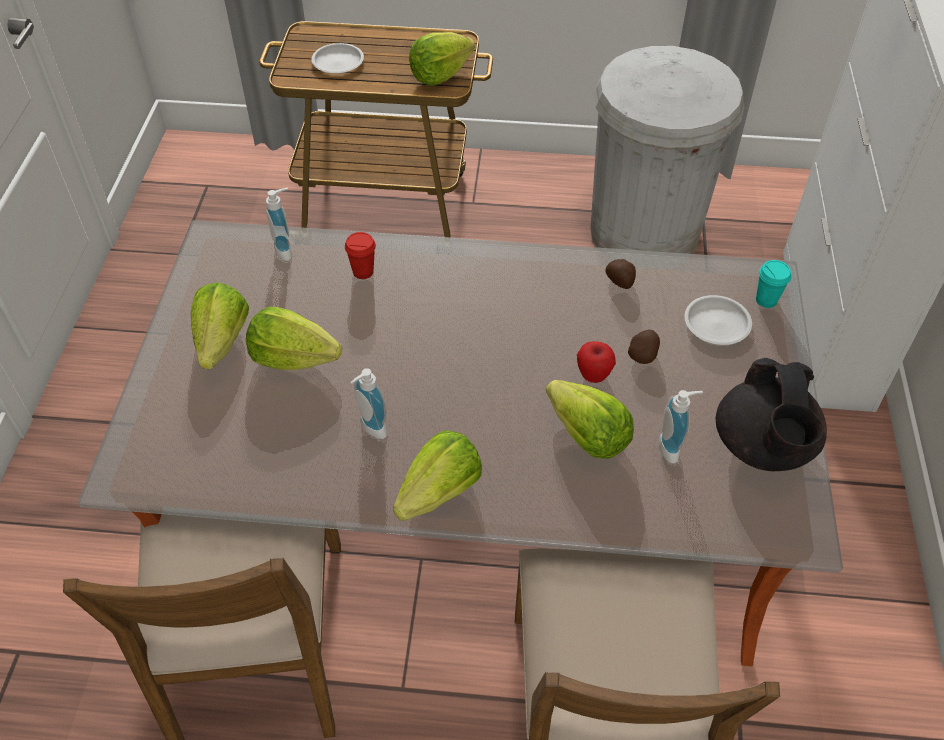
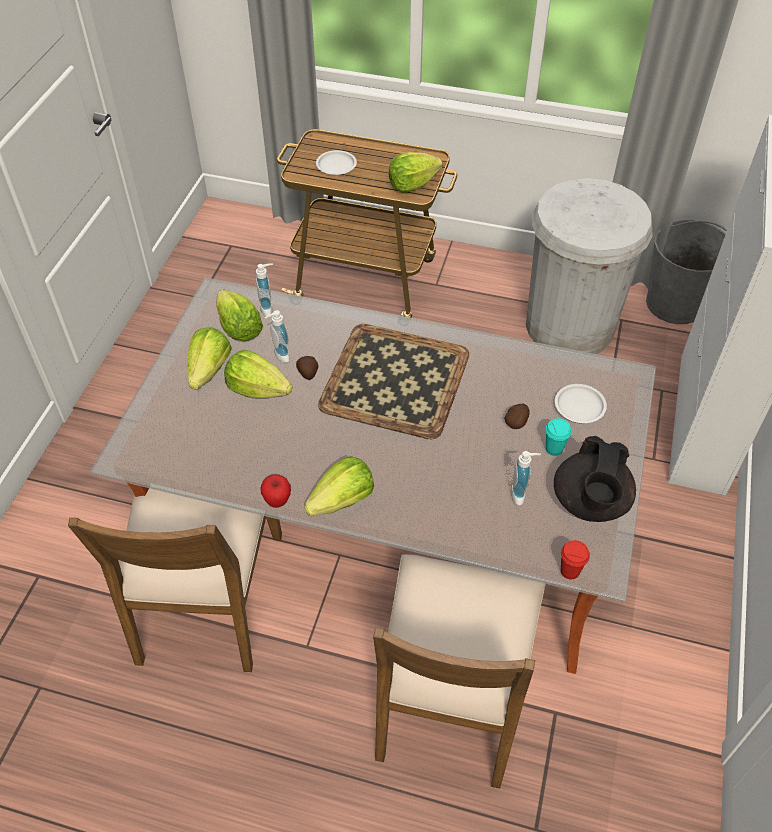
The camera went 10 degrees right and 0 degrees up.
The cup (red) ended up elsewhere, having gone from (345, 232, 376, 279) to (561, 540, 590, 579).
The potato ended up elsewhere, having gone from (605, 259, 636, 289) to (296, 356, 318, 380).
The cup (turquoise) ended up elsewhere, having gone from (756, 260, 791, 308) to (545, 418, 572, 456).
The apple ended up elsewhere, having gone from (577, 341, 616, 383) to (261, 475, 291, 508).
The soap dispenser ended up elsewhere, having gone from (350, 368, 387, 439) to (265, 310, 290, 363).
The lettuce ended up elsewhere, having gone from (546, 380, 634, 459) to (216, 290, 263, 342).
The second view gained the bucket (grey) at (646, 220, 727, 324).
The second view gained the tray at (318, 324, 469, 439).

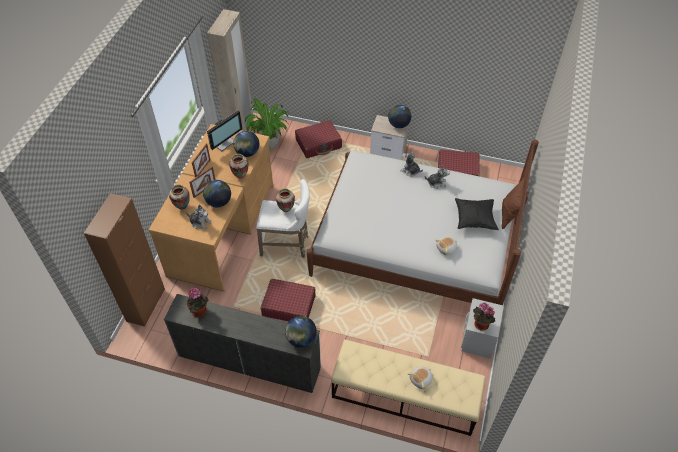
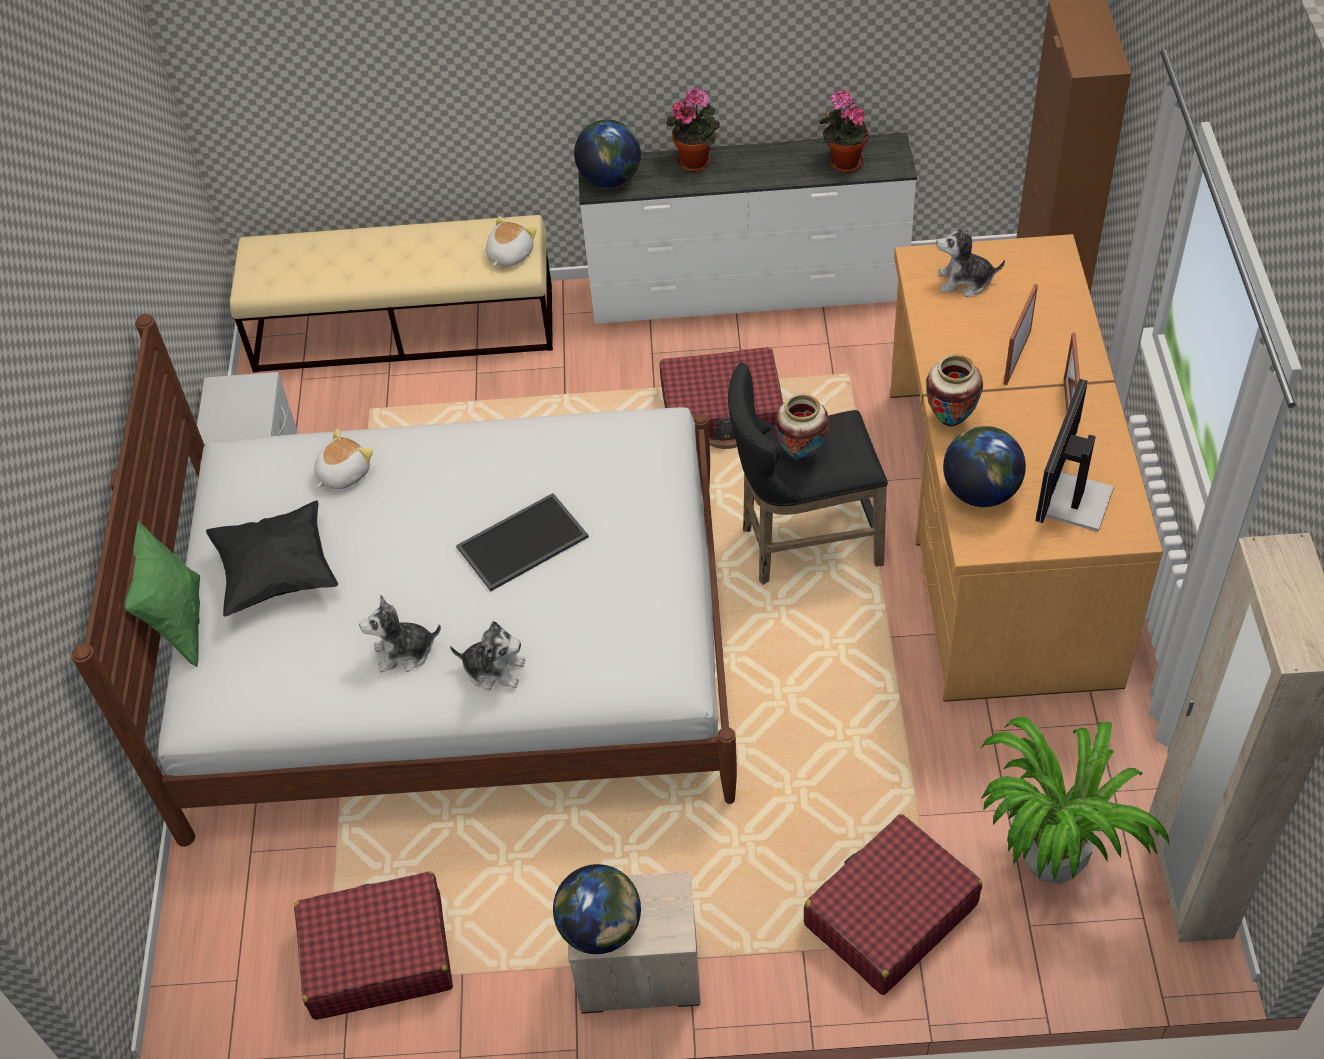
The camera went 165 degrees right and 0 degrees up.
What was the pillow (brown) at (502, 178, 525, 230) turned into the pillow (green) at (125, 520, 200, 667).
What was the stool (white) at (256, 179, 310, 258) turned into the stool (black) at (728, 363, 888, 585).
The second view lost the globe at (203, 180, 231, 207).
The second view lost the vase at (169, 185, 190, 210).
The potted plant ended up elsewhere, having gone from (473, 303, 495, 331) to (666, 88, 720, 172).
The plush toy ended up elsewhere, having gone from (408, 367, 433, 389) to (486, 216, 537, 267).
The second view gained the tray at (456, 493, 589, 591).

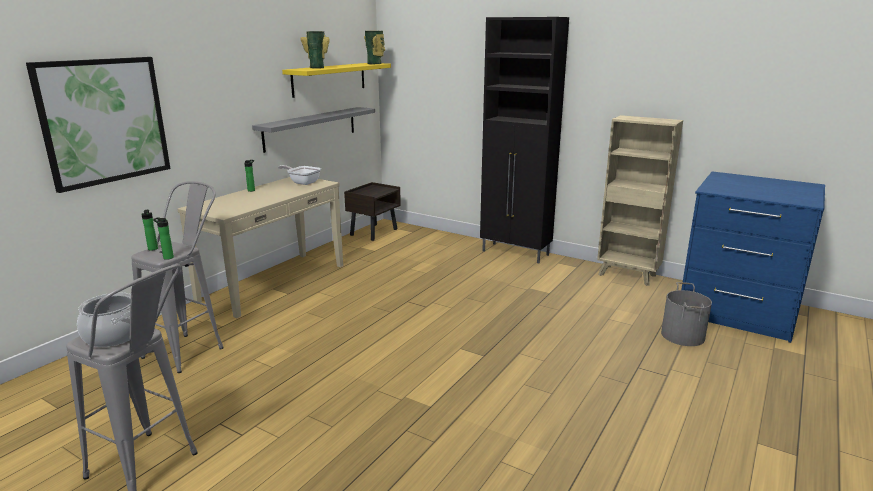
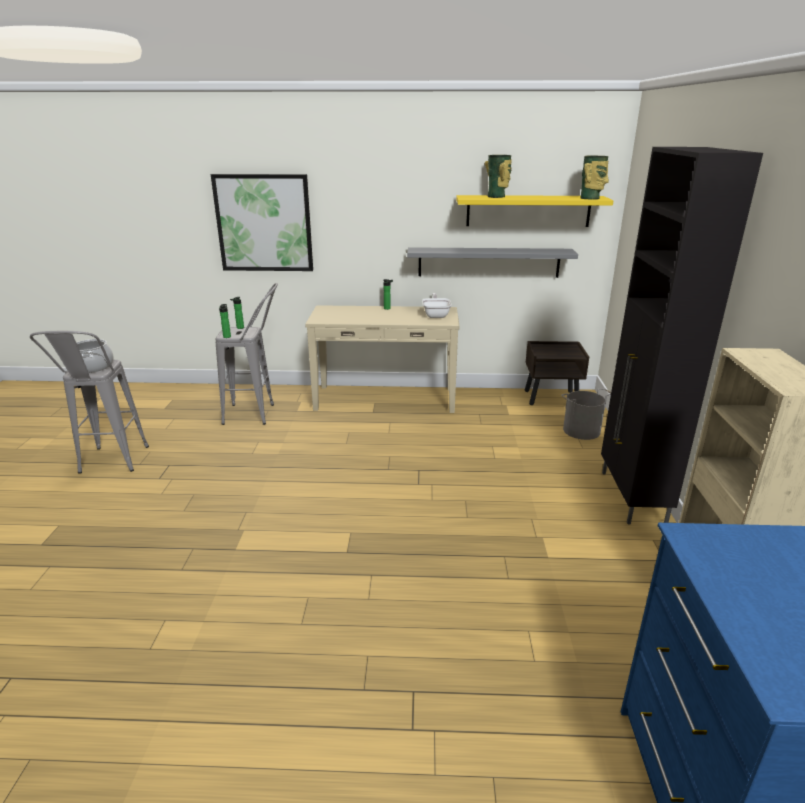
The camera went 60 degrees right and 5 degrees up.
The bucket (grey) ended up elsewhere, having gone from (661, 282, 712, 346) to (561, 388, 611, 440).

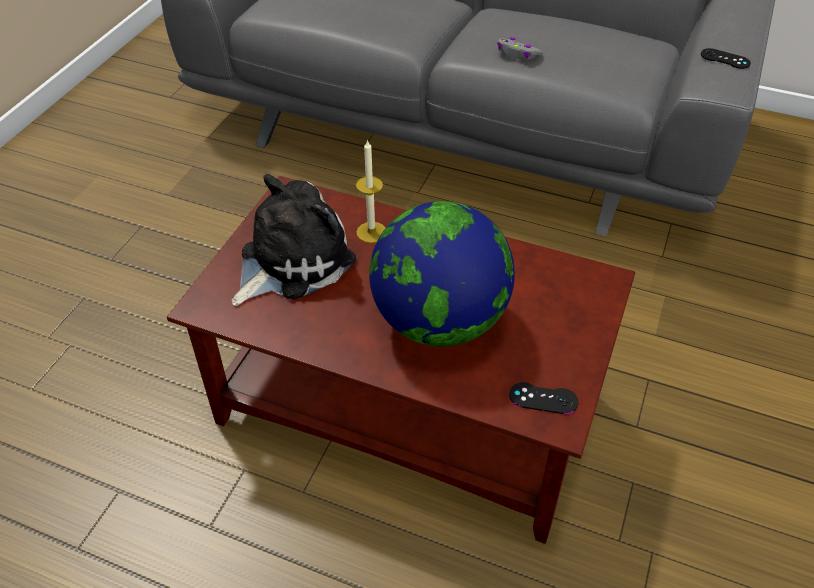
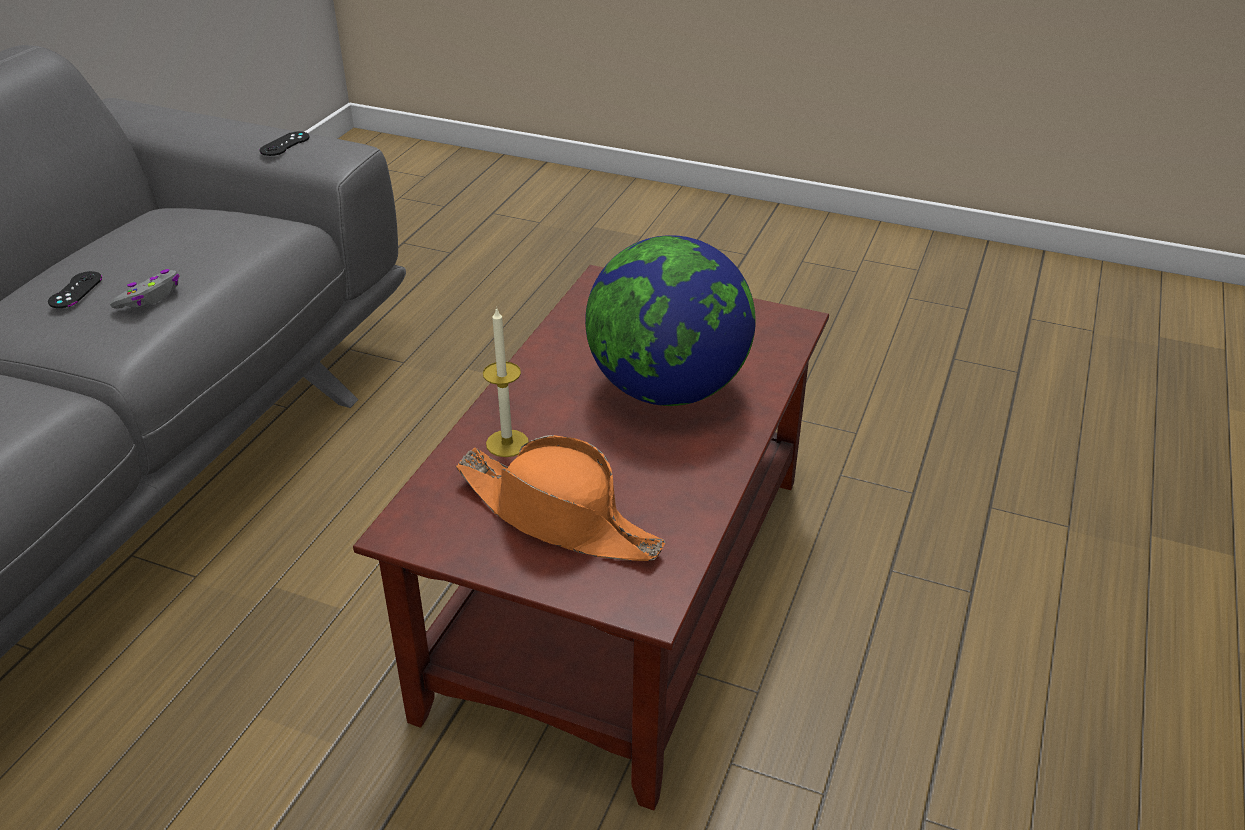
The camera went 90 degrees left and 10 degrees down.
Where the plush toy stood at (232, 174, 356, 306), the hat (orange) came to stand at (455, 435, 665, 561).
The game controller (black) ended up elsewhere, having gone from (509, 382, 578, 414) to (48, 271, 102, 308).

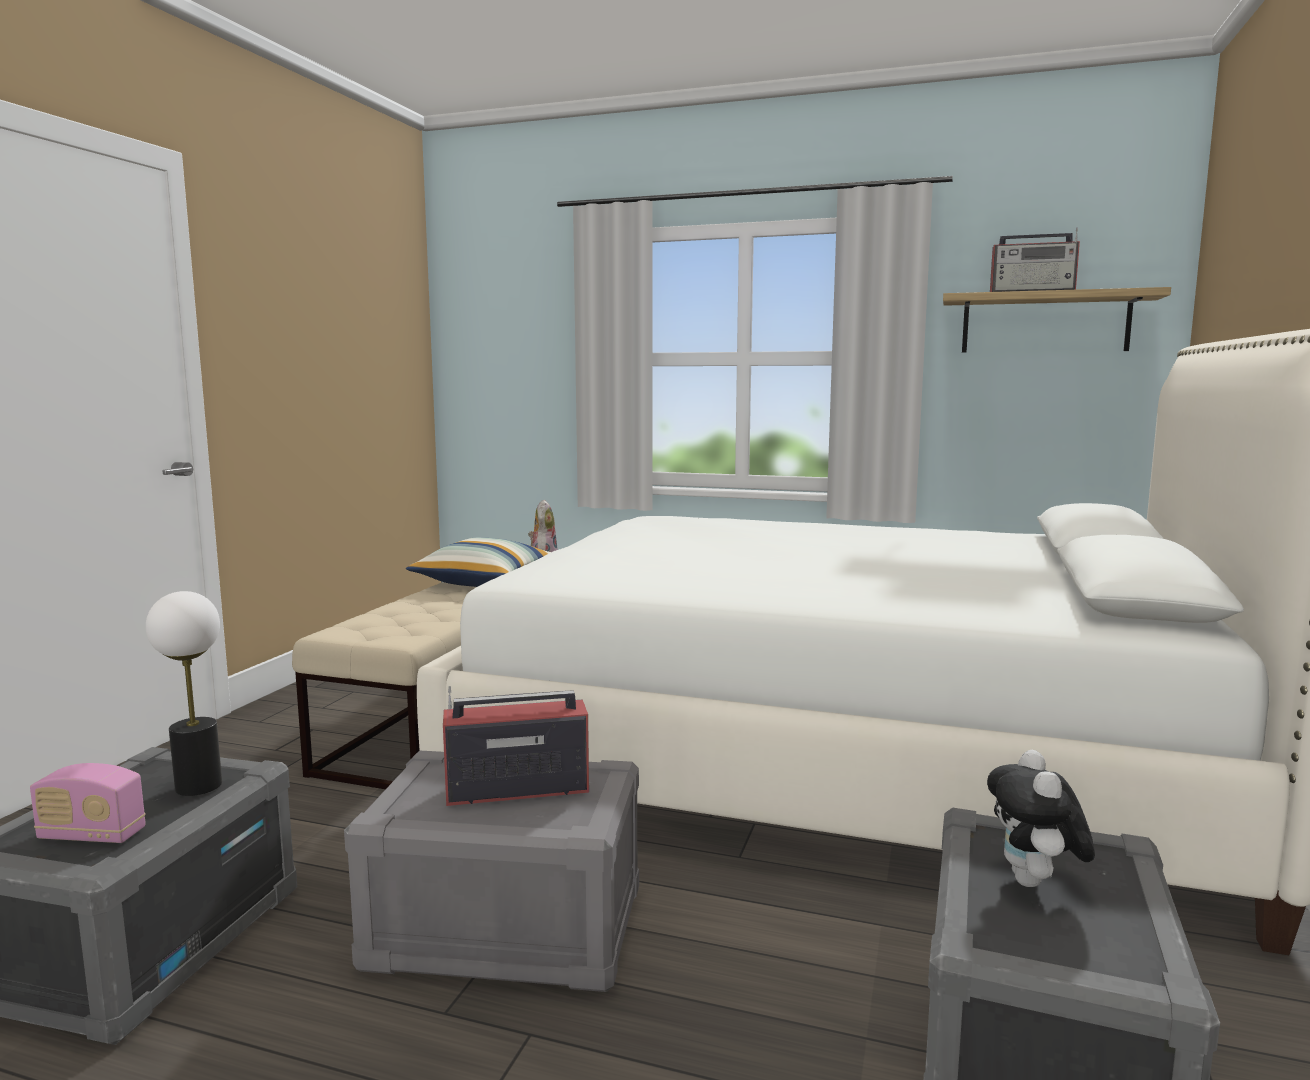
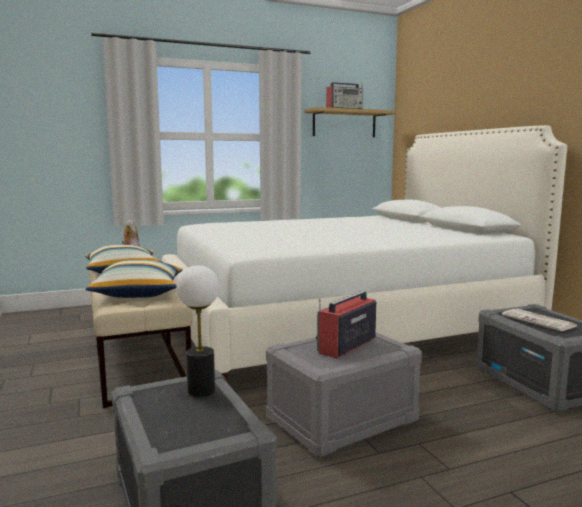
The camera went 40 degrees left and 0 degrees up.
Where the plush toy stood at (987, 750, 1095, 887), the newspaper came to stand at (502, 309, 577, 331).
The second view lost the radio at (30, 763, 146, 843).
The second view gained the pillow at (85, 260, 183, 298).

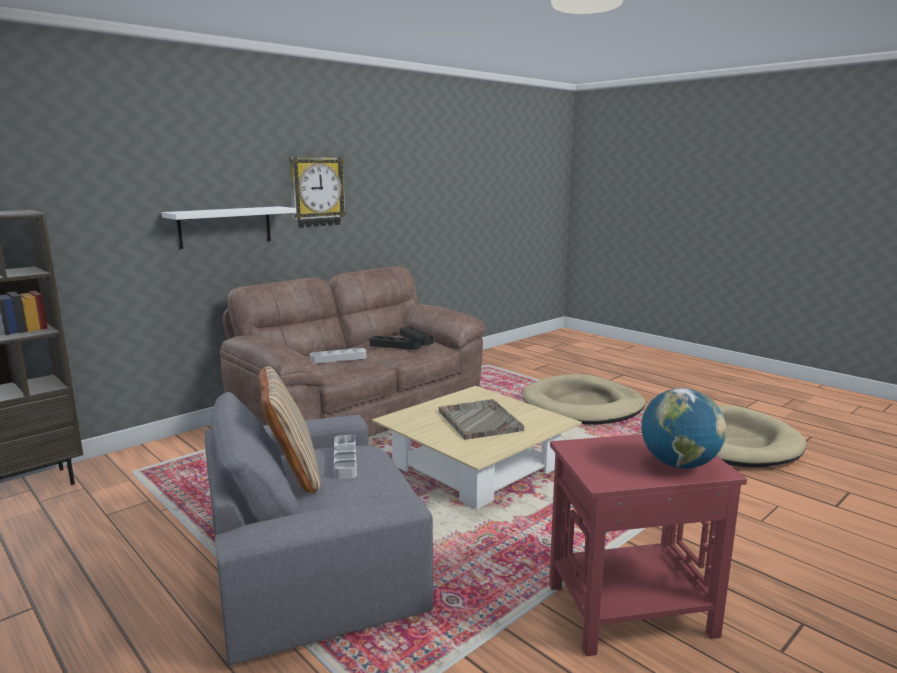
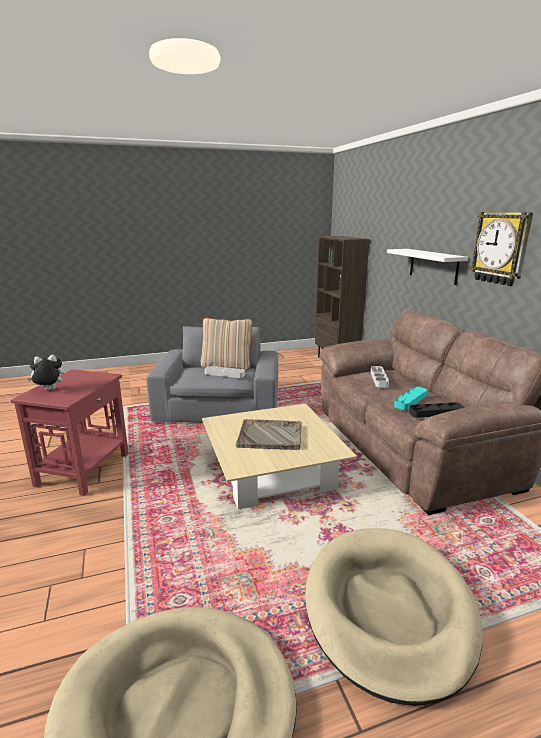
The camera went 115 degrees right and 5 degrees up.
What was the tray (black) at (369, 336, 421, 350) turned into the tray (turquoise) at (394, 386, 427, 410).
Where the globe stood at (641, 388, 726, 469), the plush toy came to stand at (27, 355, 64, 390).

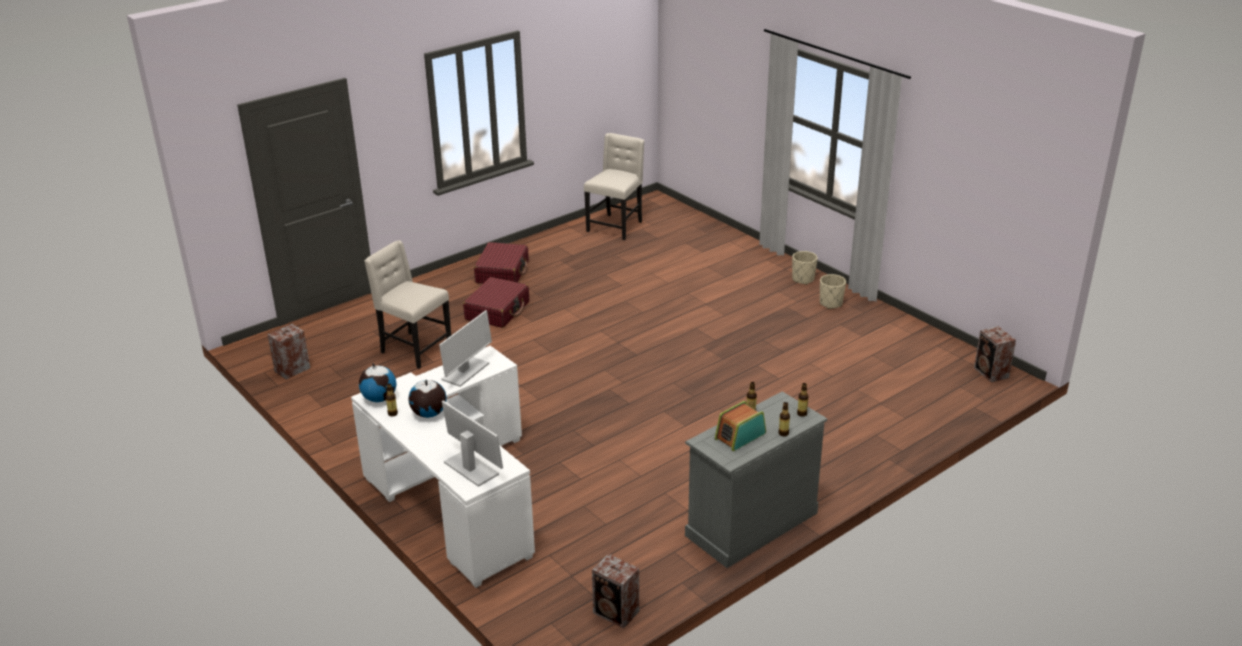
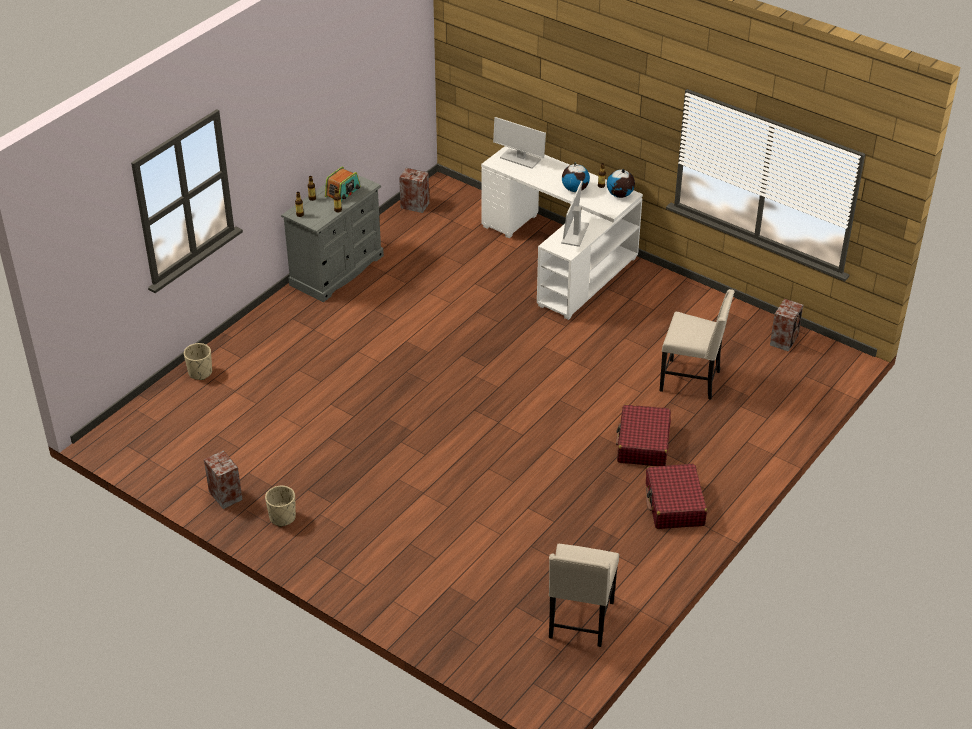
The camera went 165 degrees right and 10 degrees up.
The planter (beige) ended up elsewhere, having gone from (792, 251, 818, 285) to (184, 343, 212, 380).
The speaker ended up elsewhere, having gone from (974, 326, 1016, 382) to (204, 450, 243, 509).

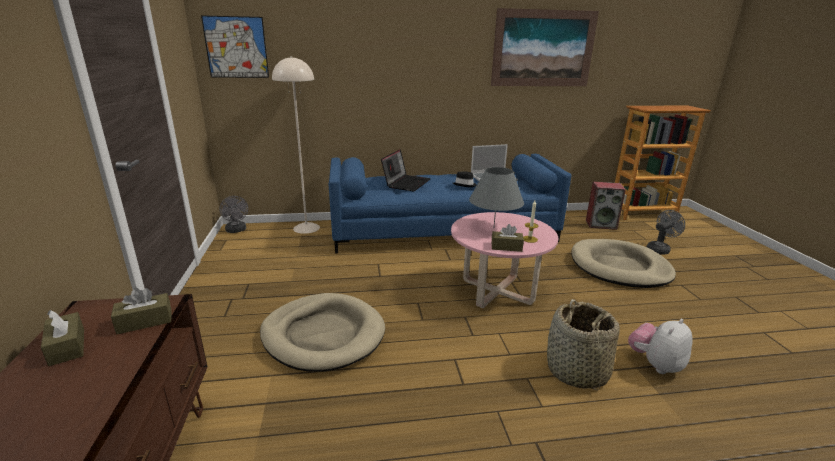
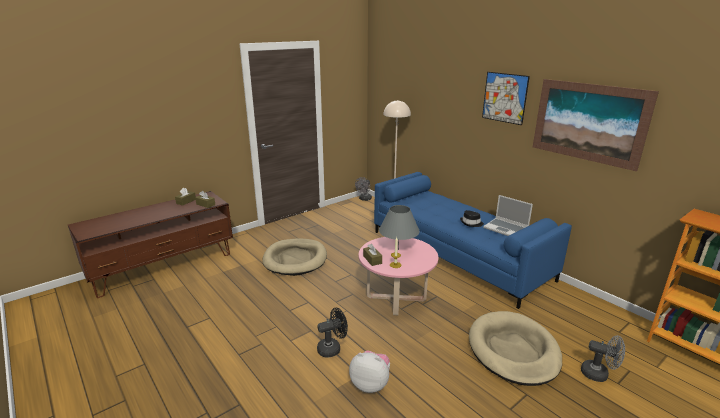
The camera went 60 degrees right and 0 degrees up.
The picture ended up elsewhere, having gone from (201, 15, 269, 78) to (482, 72, 530, 125).
The second view lost the laptop at (381, 149, 431, 192).
The second view lost the speaker at (586, 182, 626, 230).
Where the basket stood at (547, 299, 620, 390), the fan (black) came to stand at (317, 308, 348, 358).

